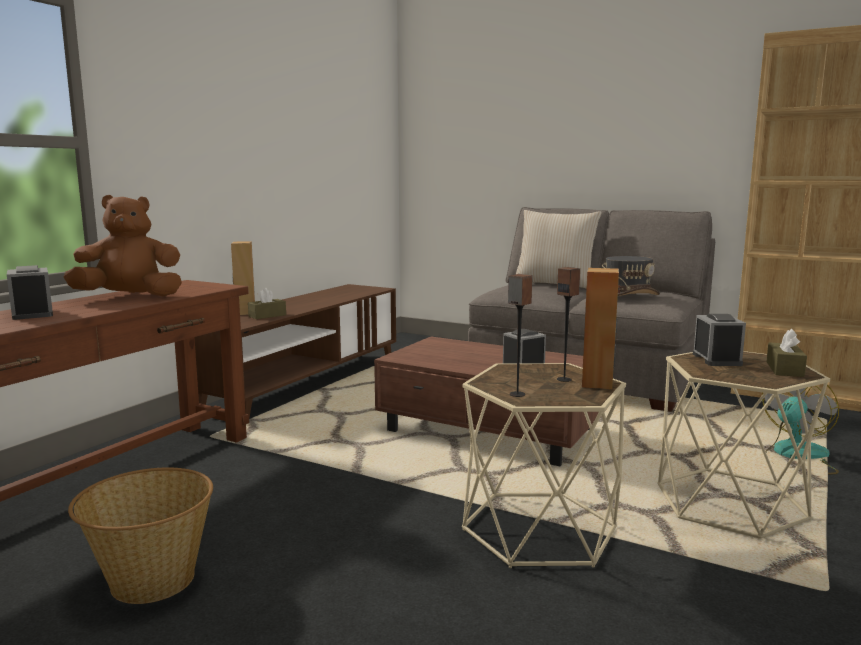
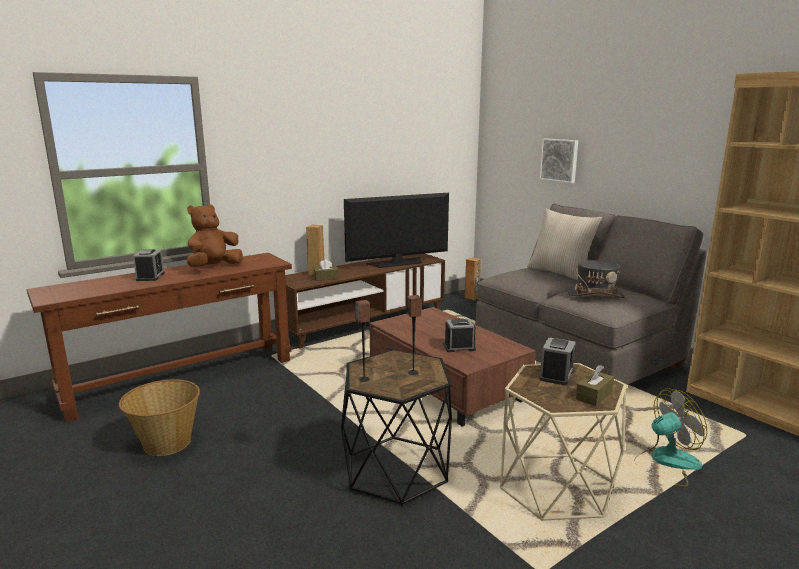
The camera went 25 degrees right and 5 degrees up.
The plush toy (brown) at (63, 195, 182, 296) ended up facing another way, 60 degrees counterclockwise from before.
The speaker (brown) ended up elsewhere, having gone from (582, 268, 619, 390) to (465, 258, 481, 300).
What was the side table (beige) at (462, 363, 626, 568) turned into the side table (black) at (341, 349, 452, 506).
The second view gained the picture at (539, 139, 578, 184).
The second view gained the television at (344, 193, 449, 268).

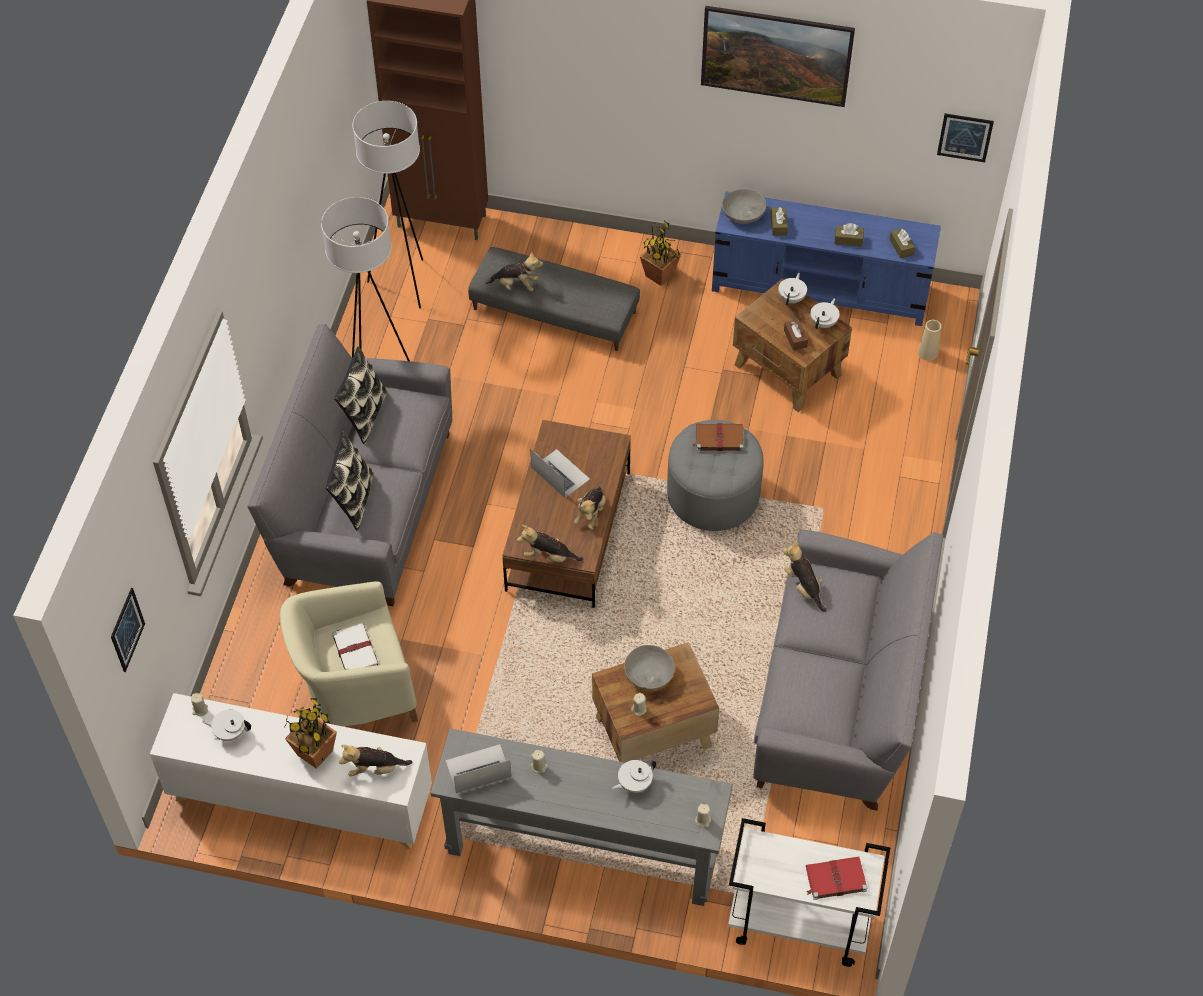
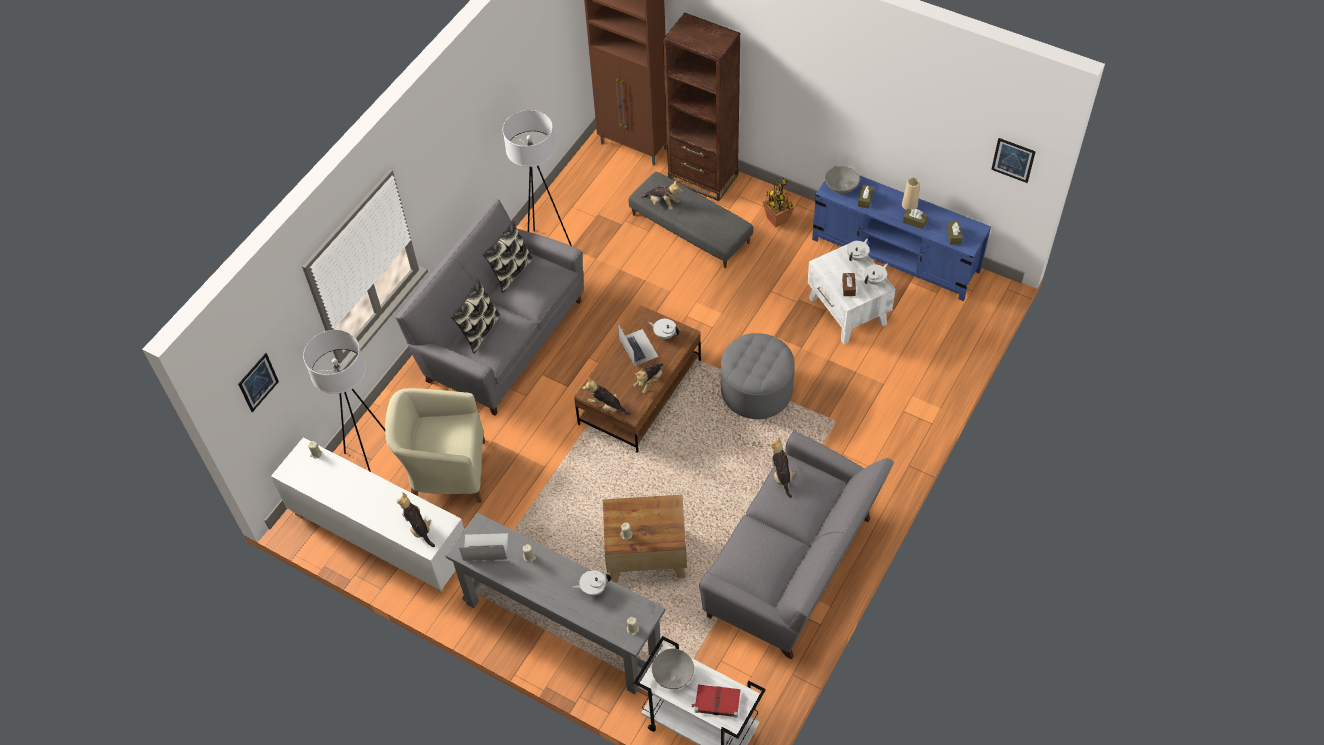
The camera went 20 degrees right and 0 degrees up.
The second view lost the picture at (701, 6, 855, 107).
The floor lamp (white) ended up elsewhere, having gone from (352, 101, 423, 308) to (303, 330, 385, 472).
What was the side table (brown) at (733, 278, 852, 412) turned into the side table (white) at (807, 240, 895, 344).
The vase (beige) ended up elsewhere, having gone from (918, 320, 942, 361) to (902, 177, 920, 210).
The second view lost the book (brown) at (693, 424, 744, 451).
The second view lost the book (white) at (332, 623, 378, 670).
The bowl (grey) ended up elsewhere, having gone from (624, 645, 675, 690) to (652, 648, 694, 689).
The second view lost the potted plant at (285, 698, 337, 769).
The teapot (white) ended up elsewhere, having gone from (202, 710, 251, 741) to (648, 319, 680, 339).
The plush toy at (339, 745, 413, 776) ended up facing another way, 45 degrees clockwise from before.
The second view gained the bookcase (brown) at (663, 13, 741, 201).

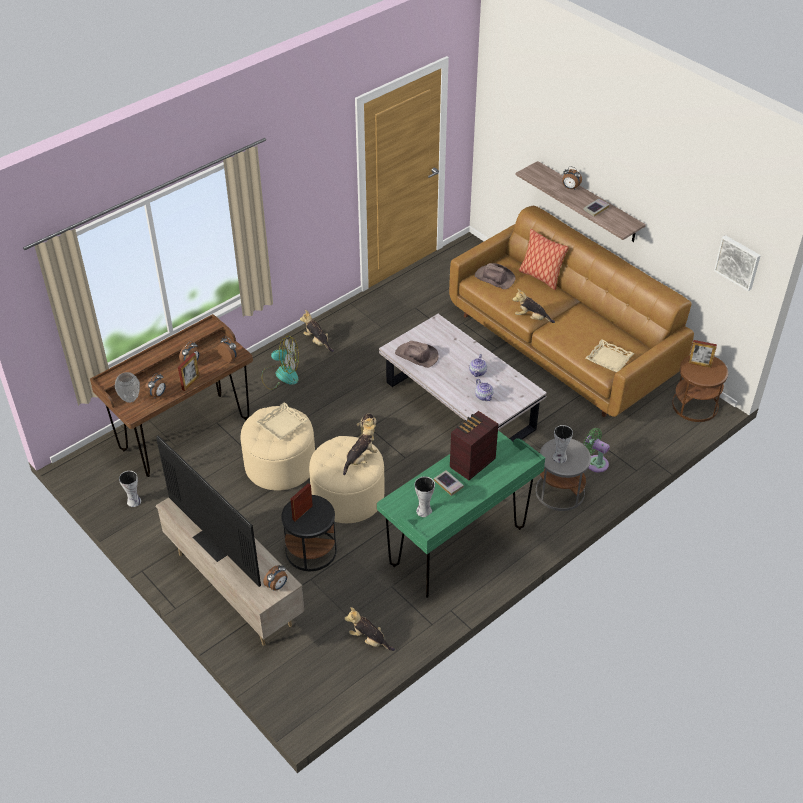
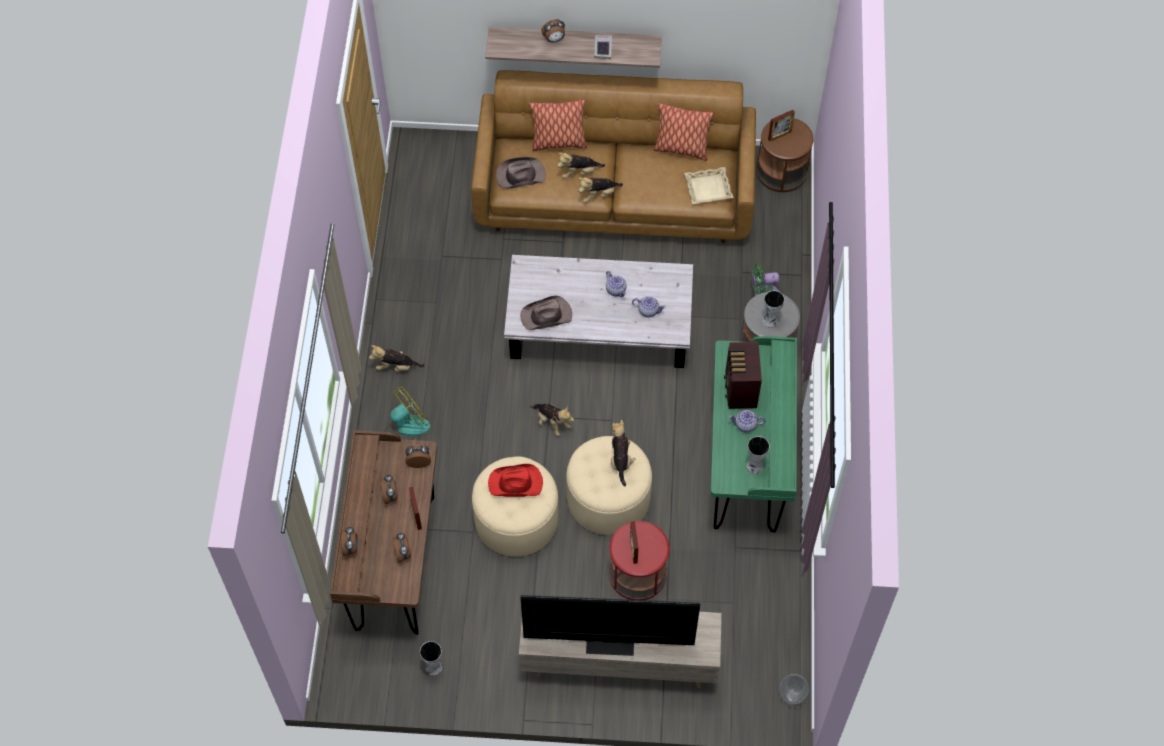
The camera went 45 degrees left and 15 degrees up.
The second view lost the picture at (714, 235, 761, 291).
The vase ended up elsewhere, having gone from (115, 372, 140, 403) to (780, 674, 809, 704).
Where the tray (beige) stood at (256, 402, 308, 440), the hat (red) came to stand at (488, 464, 543, 497).
Where the book stood at (434, 470, 464, 496), the teapot came to stand at (728, 410, 765, 432).
What was the side table (black) at (281, 495, 337, 571) turned into the side table (red) at (609, 521, 669, 600).
The alarm clock ended up elsewhere, having gone from (263, 565, 287, 591) to (341, 527, 358, 556).
The plush toy ended up elsewhere, having gone from (344, 607, 395, 651) to (557, 152, 605, 178).
The second view gained the pillow at (654, 103, 713, 161).

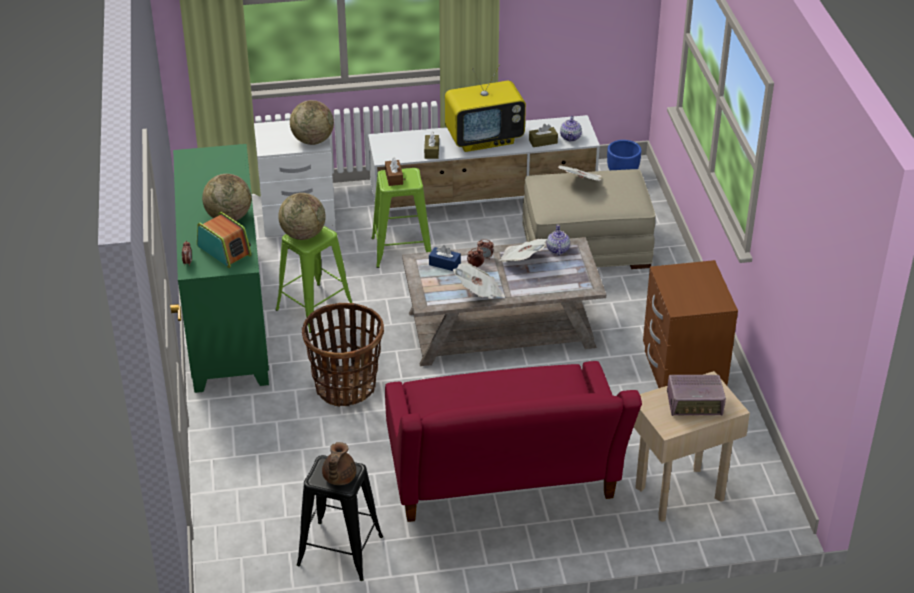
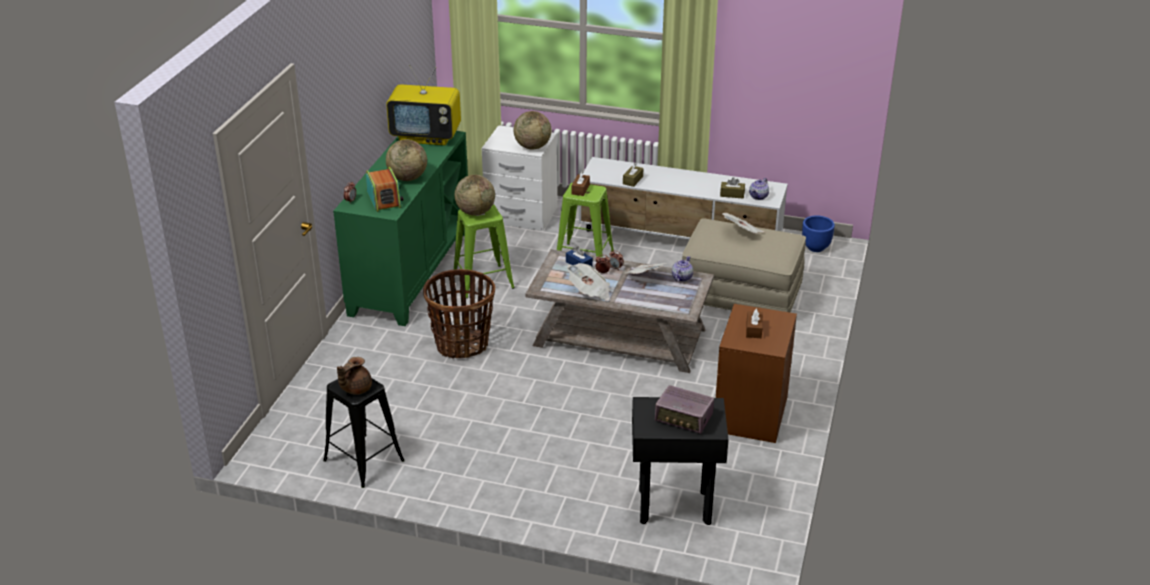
The camera went 25 degrees right and 5 degrees down.
The television ended up elsewhere, having gone from (445, 64, 526, 152) to (386, 65, 461, 145).
The second view lost the sofa (red) at (385, 361, 642, 522).
What was the side table (beige) at (634, 371, 750, 522) turned into the side table (black) at (632, 397, 729, 525).
The second view gained the tissue box (brown) at (746, 308, 763, 338).

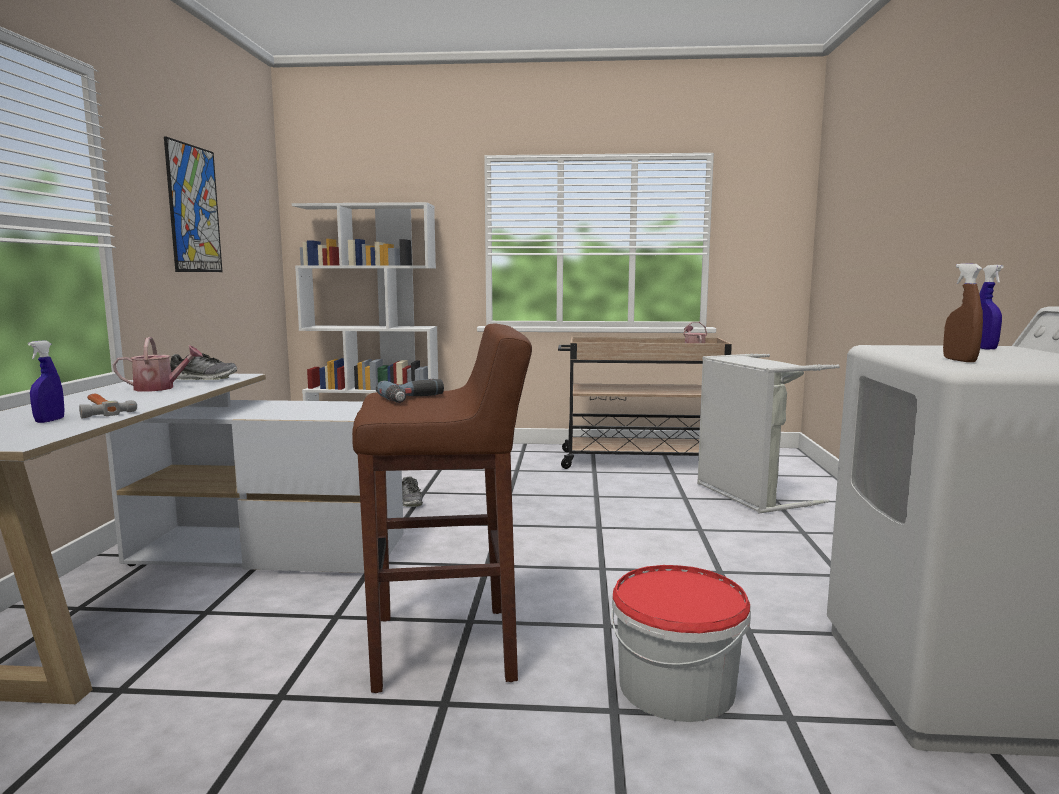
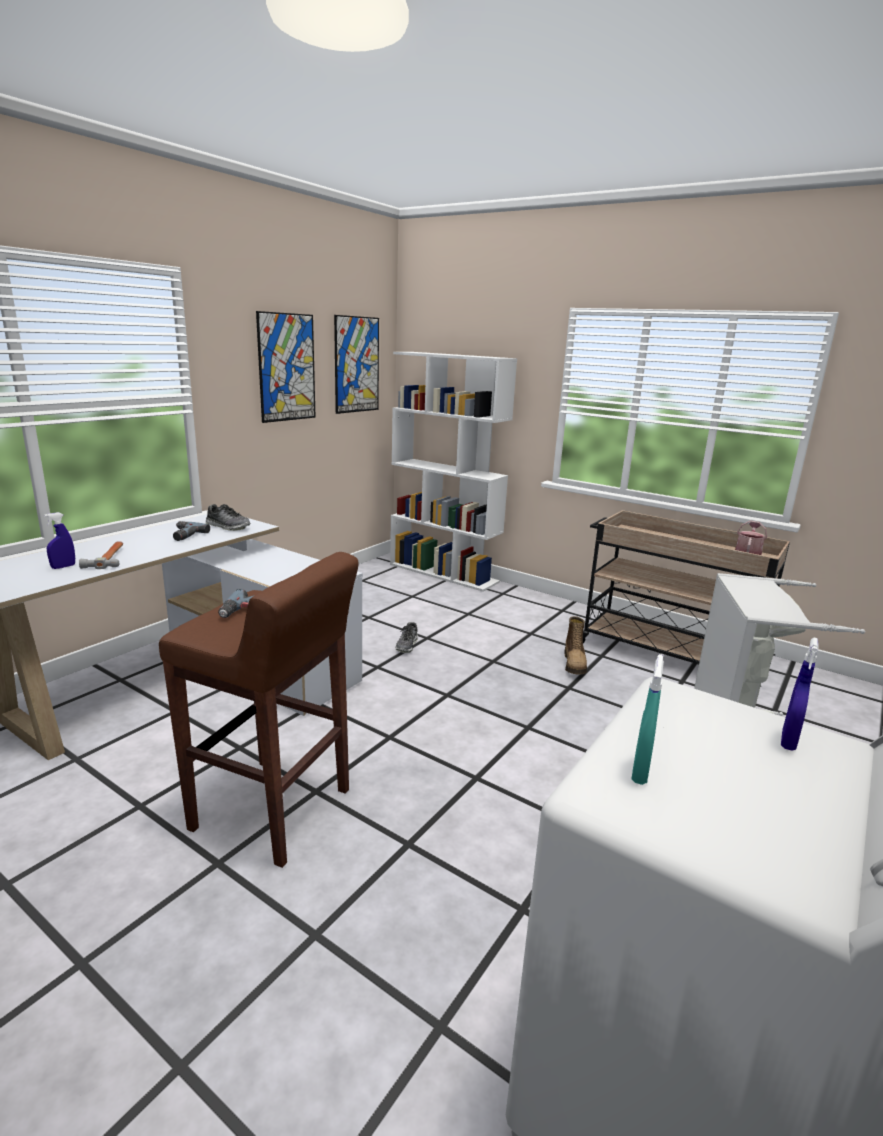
The camera went 30 degrees right and 10 degrees up.
What was the spray bottle (brown) at (943, 263, 983, 362) turned into the spray bottle (turquoise) at (631, 654, 664, 785).
Where the watering can stood at (113, 337, 203, 392), the power drill came to stand at (173, 521, 210, 541).
The second view lost the bucket at (611, 565, 751, 722).
The second view gained the picture at (334, 315, 379, 414).
The second view gained the boot at (564, 616, 587, 675).

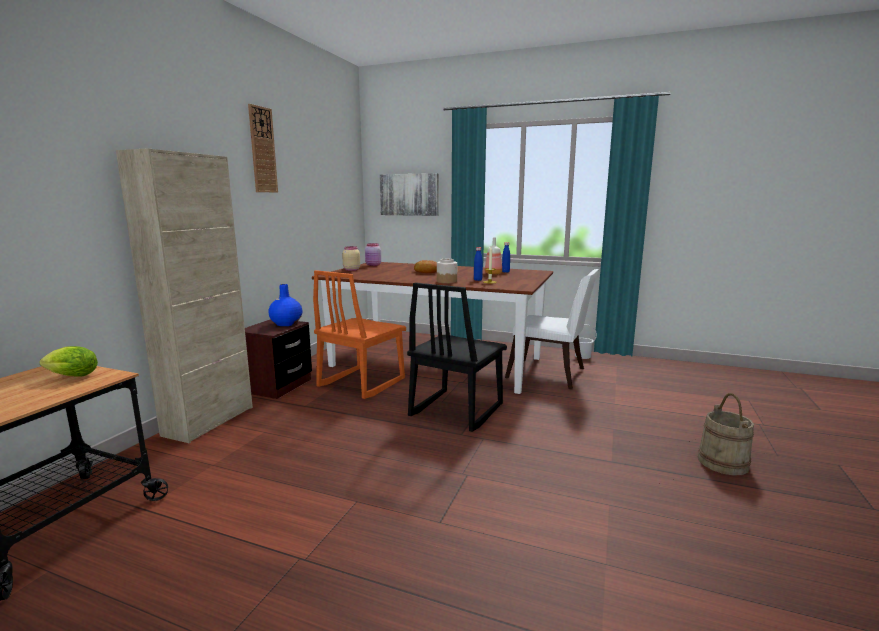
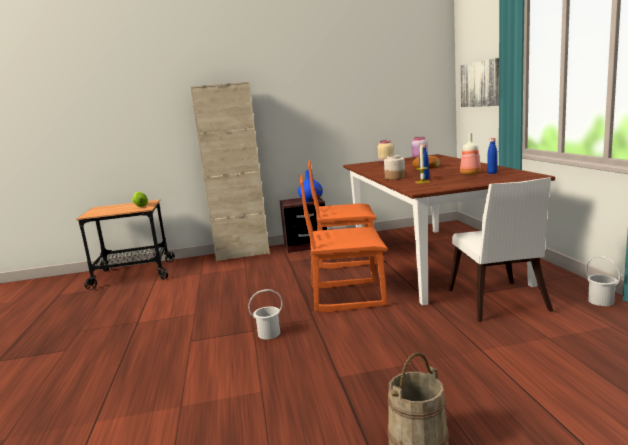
The camera went 60 degrees right and 0 degrees up.
The second view lost the wall clock at (248, 104, 278, 192).
What was the chair (black) at (407, 282, 507, 432) turned into the chair (orange) at (300, 175, 387, 312).
The second view gained the bucket (white) at (248, 289, 283, 340).

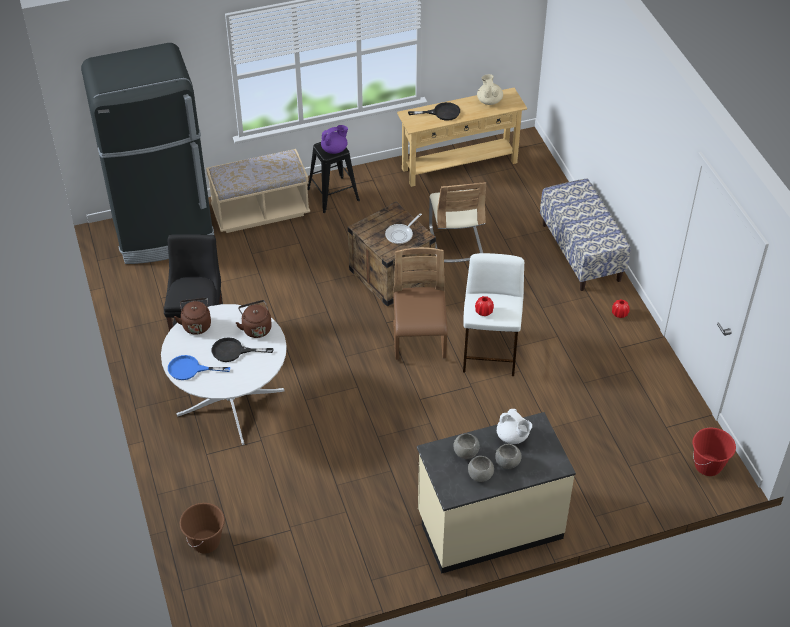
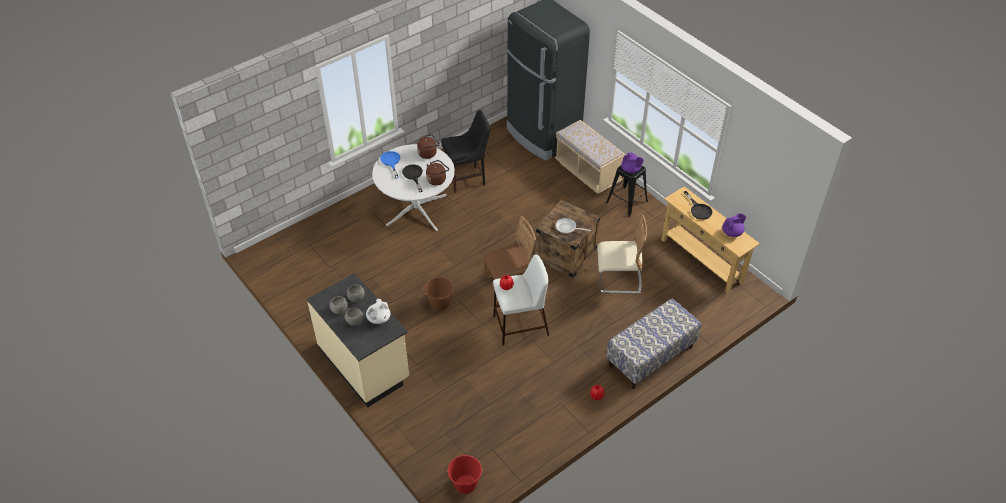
The camera went 70 degrees right and 0 degrees up.
What was the teapot (beige) at (477, 74, 503, 105) turned into the teapot (purple) at (722, 213, 746, 237).
The chair (beige) at (429, 182, 486, 262) ended up facing another way, 150 degrees counterclockwise from before.
The bucket (brown) ended up elsewhere, having gone from (180, 503, 225, 553) to (424, 277, 454, 311).

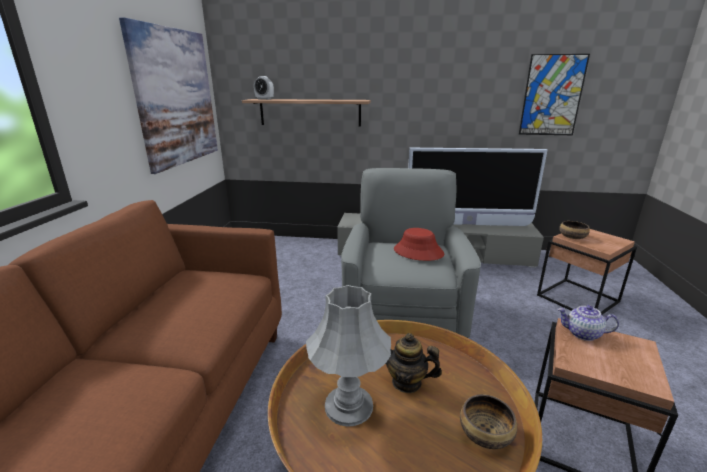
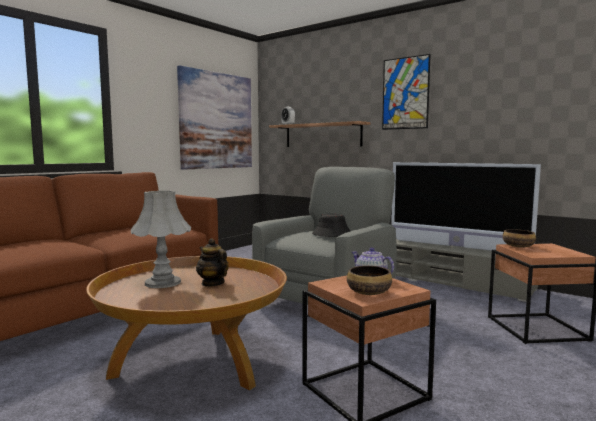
The camera went 30 degrees right and 15 degrees down.
The picture ended up elsewhere, having gone from (519, 54, 590, 135) to (382, 54, 431, 130).
What was the hat (red) at (394, 228, 444, 261) turned into the hat (black) at (312, 214, 350, 237).
The bowl ended up elsewhere, having gone from (460, 394, 517, 449) to (347, 266, 392, 295).

